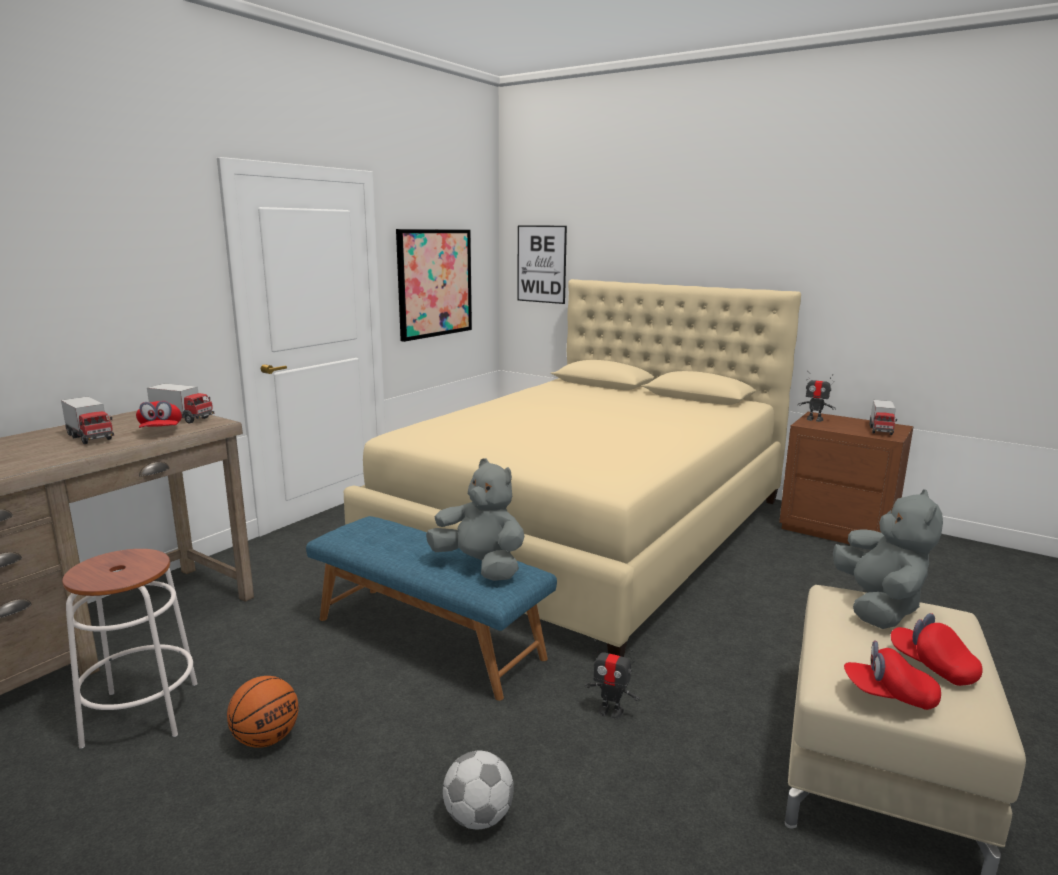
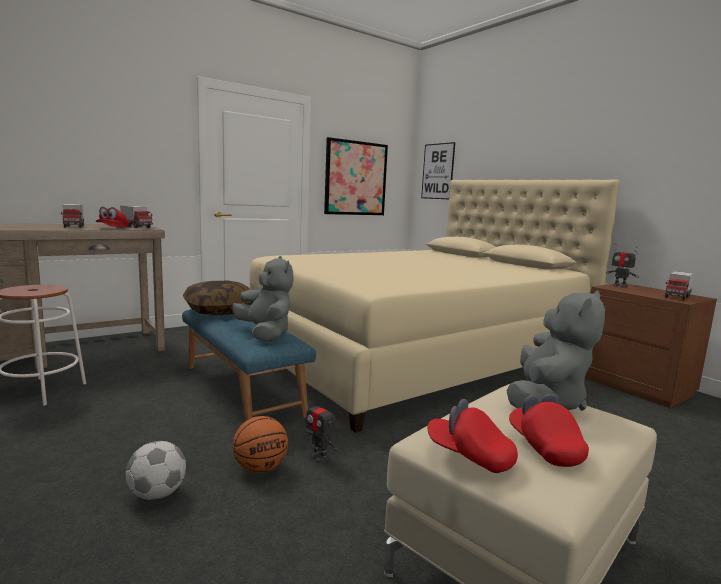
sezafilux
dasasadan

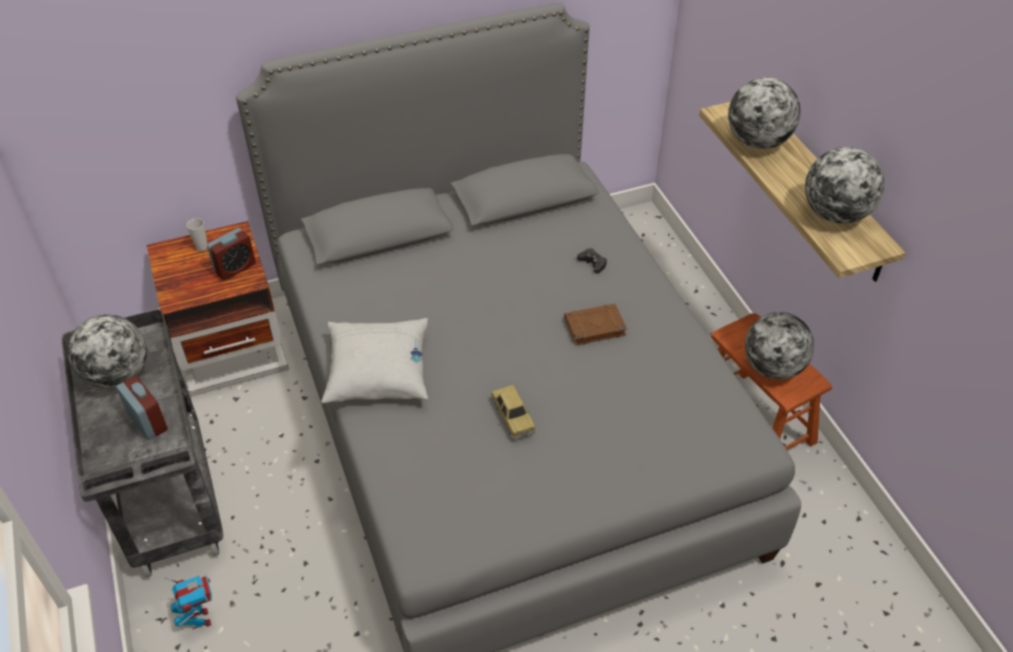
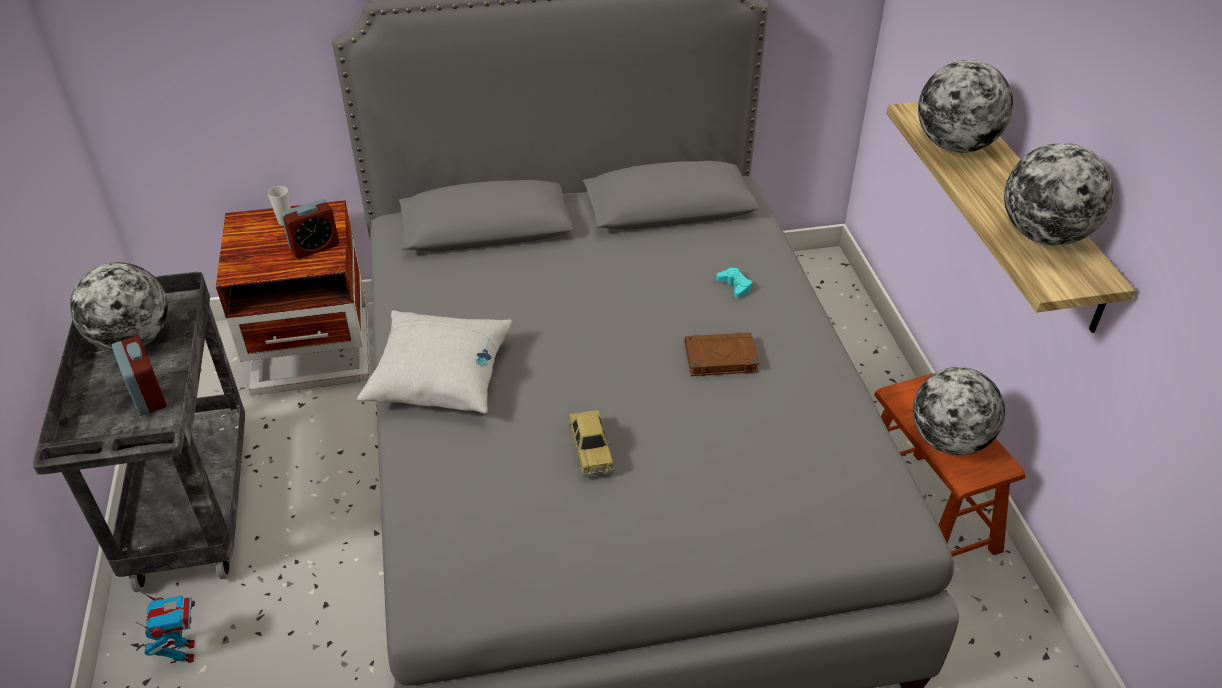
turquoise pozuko

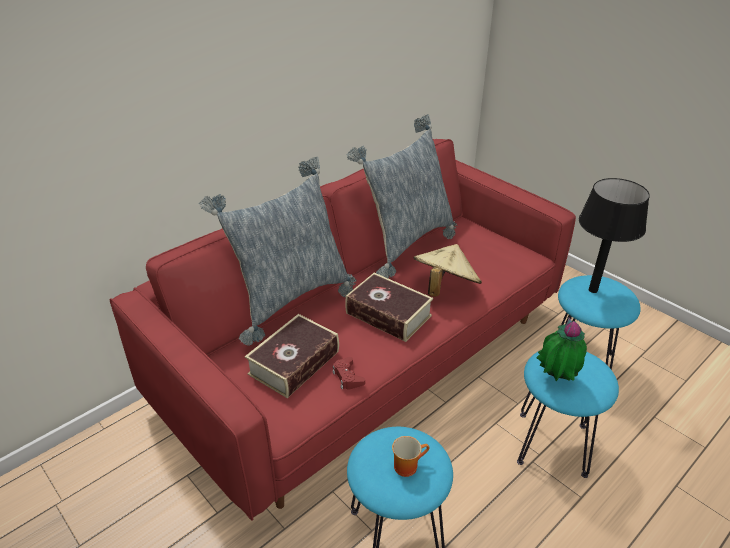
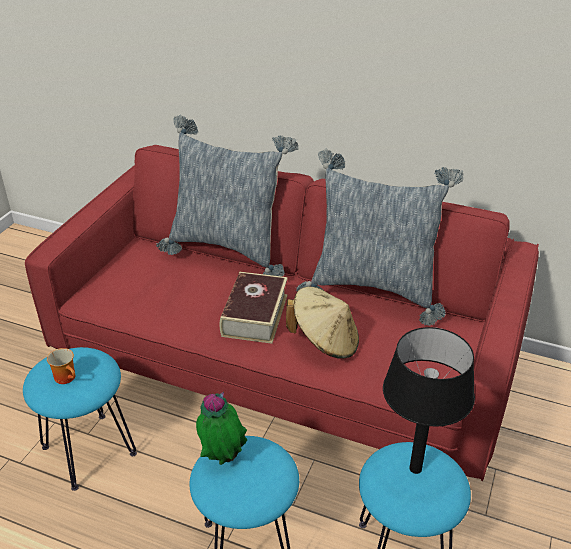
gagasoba (1st from left in the first image)
red pozuko

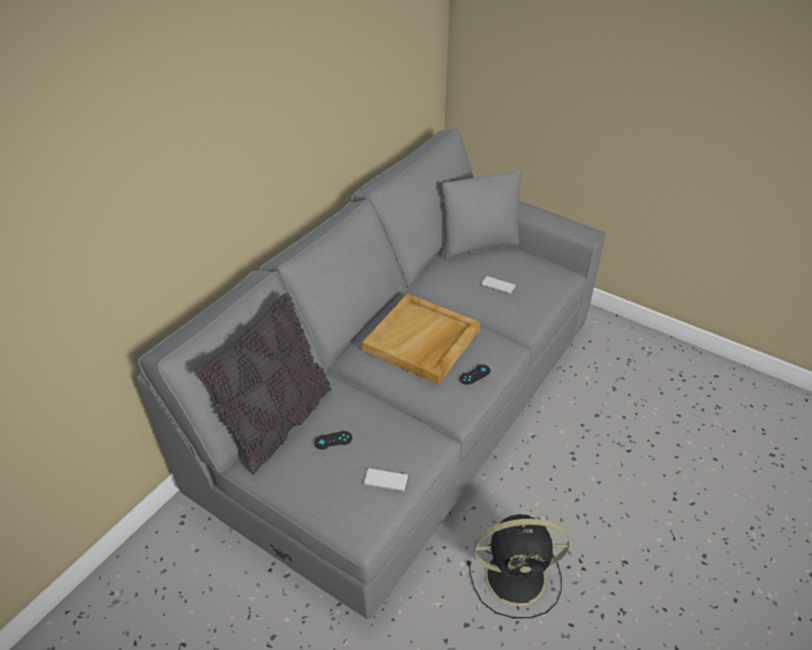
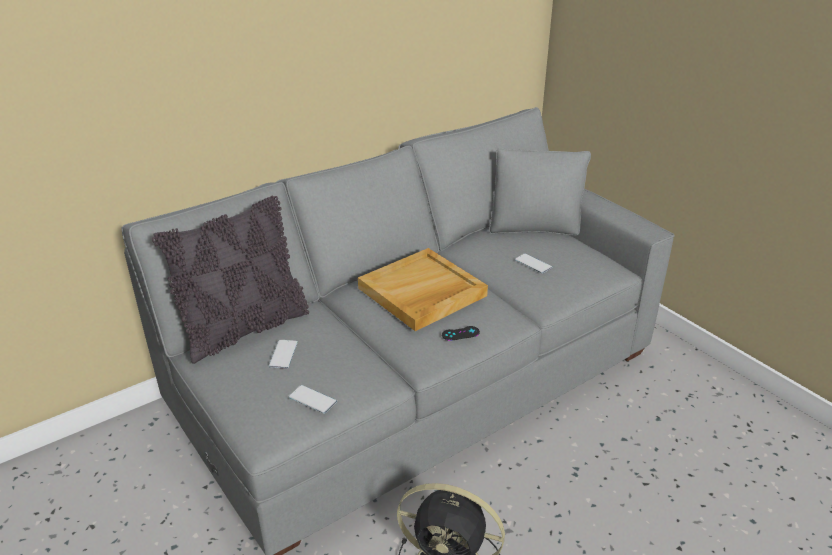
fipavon (1st from left)

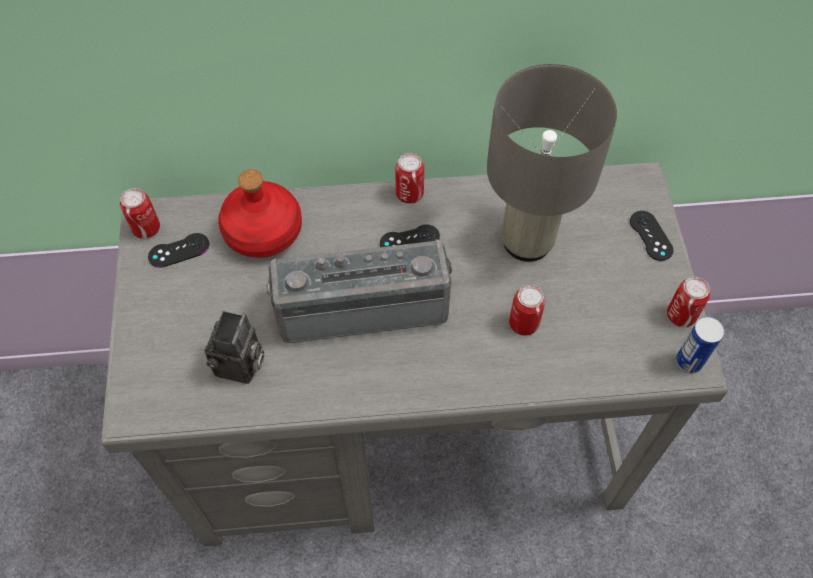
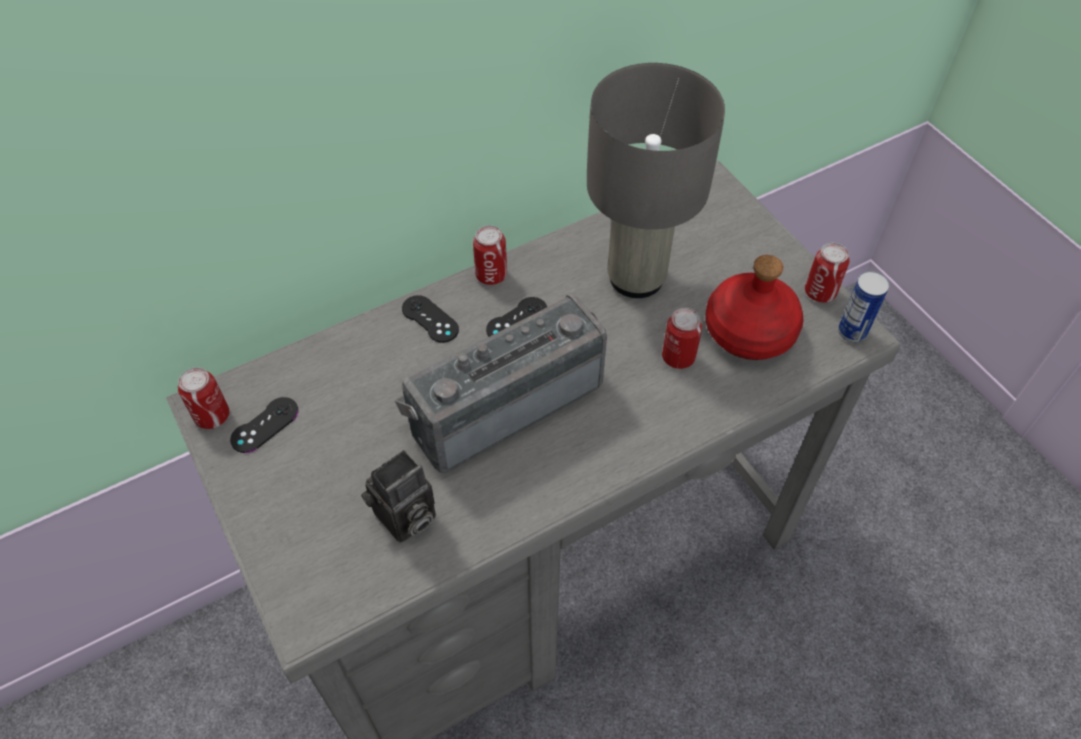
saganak
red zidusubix
black pozuko (2nd from left)

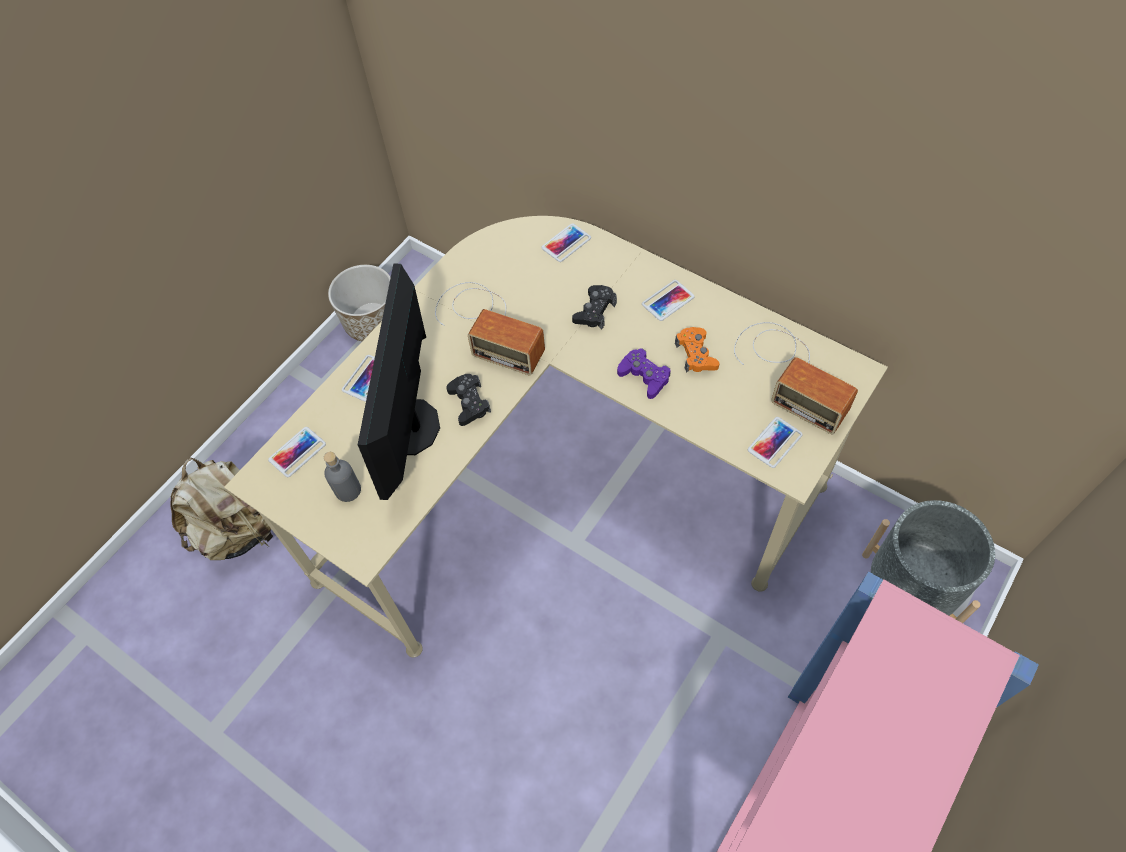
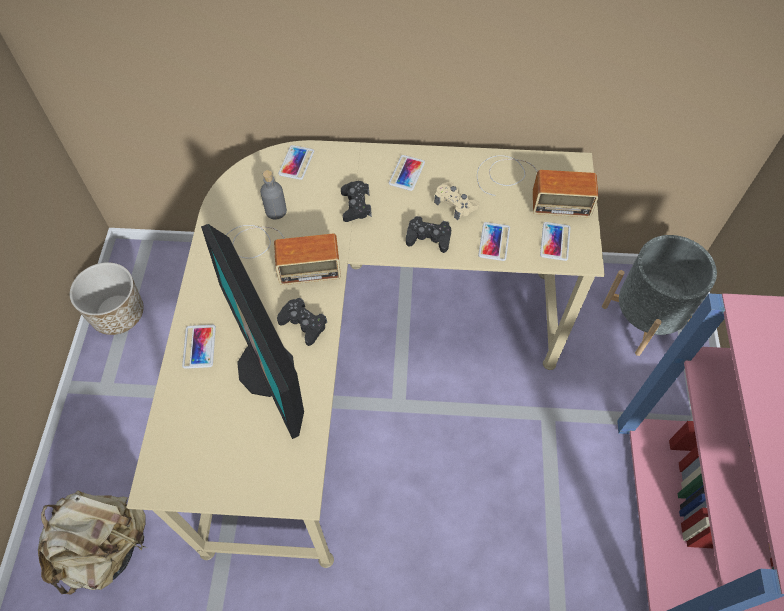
fipavon (4th from left)
grey zidusubix
black pozuko (3rd from left)
beige pozuko

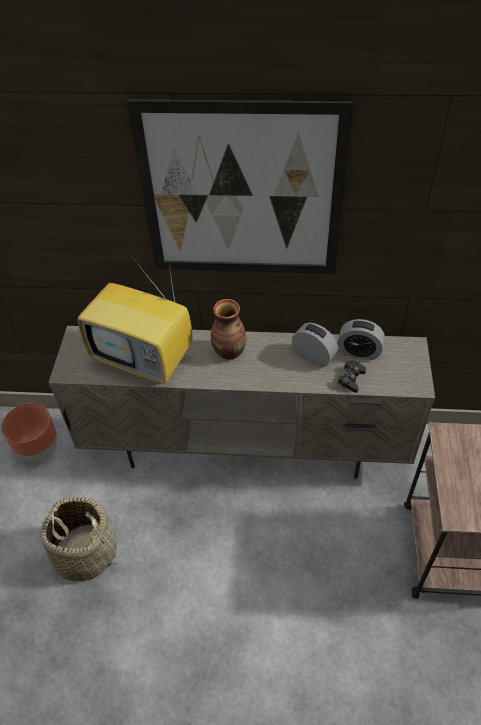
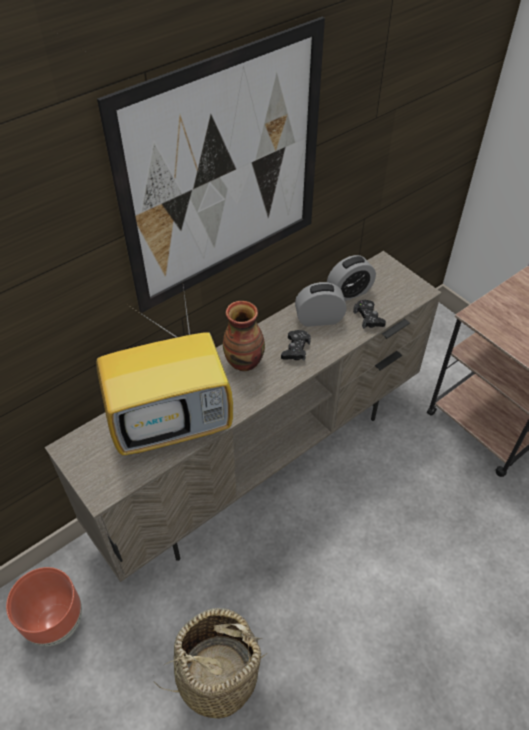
black pozuko (1st from left)

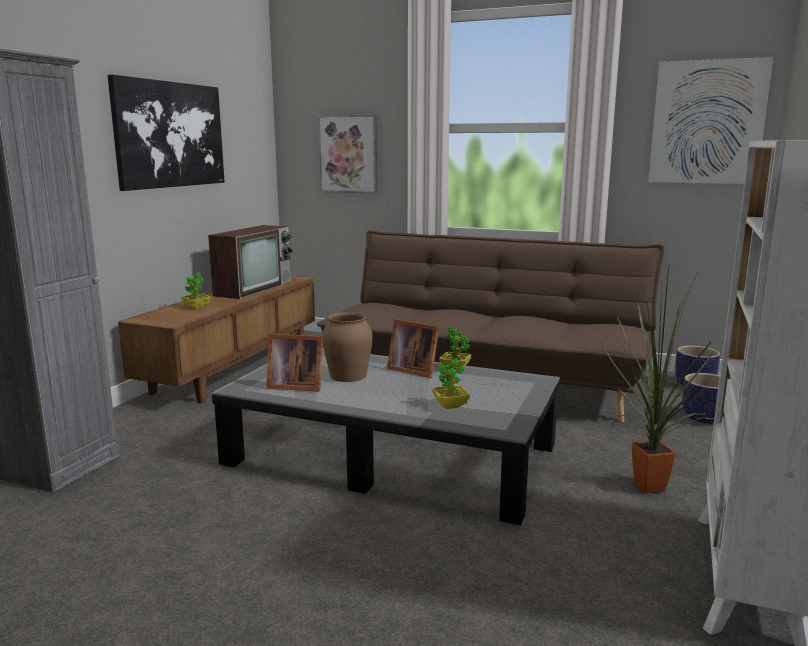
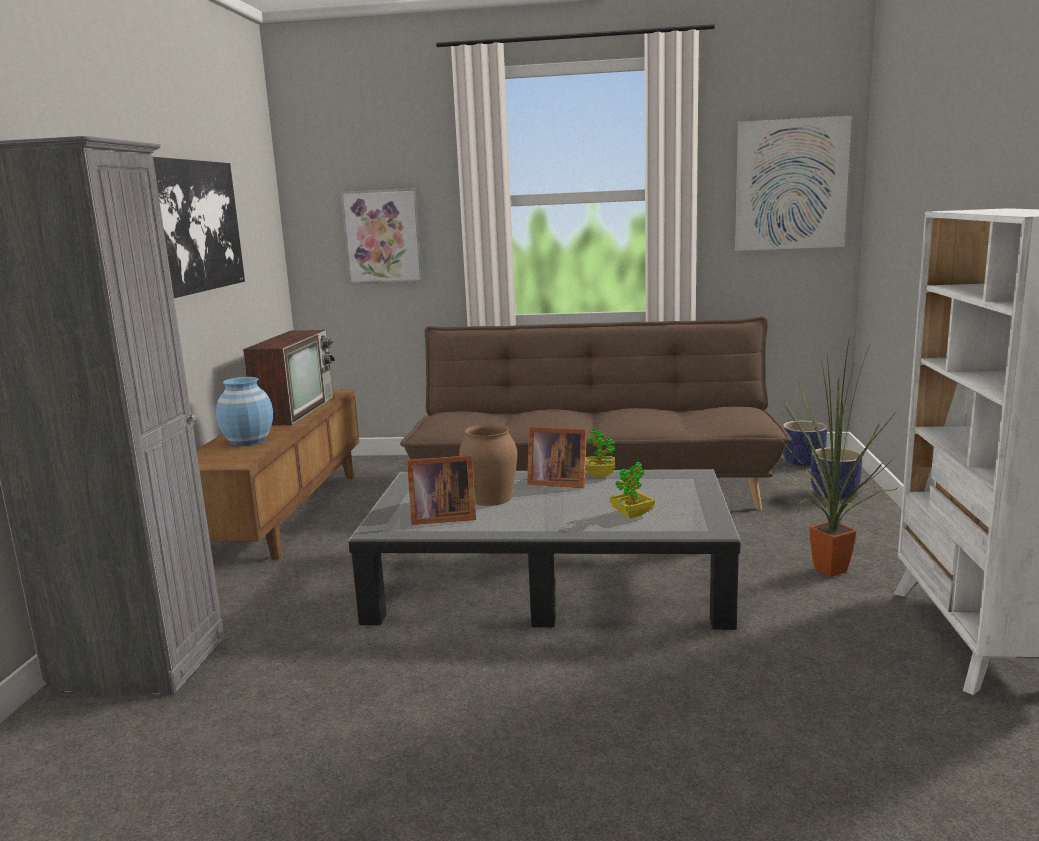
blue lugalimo

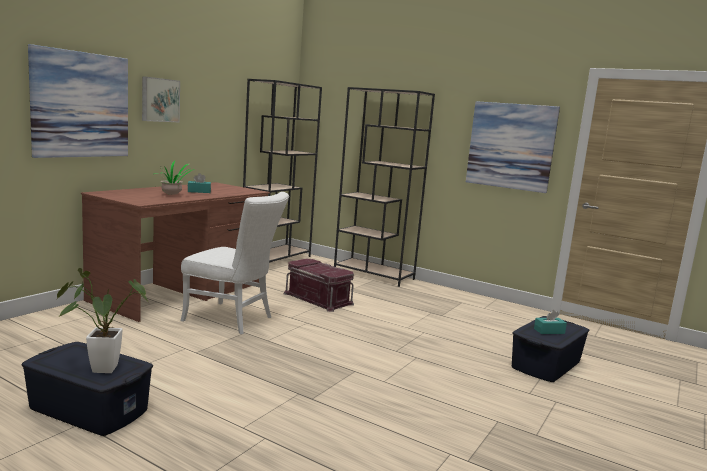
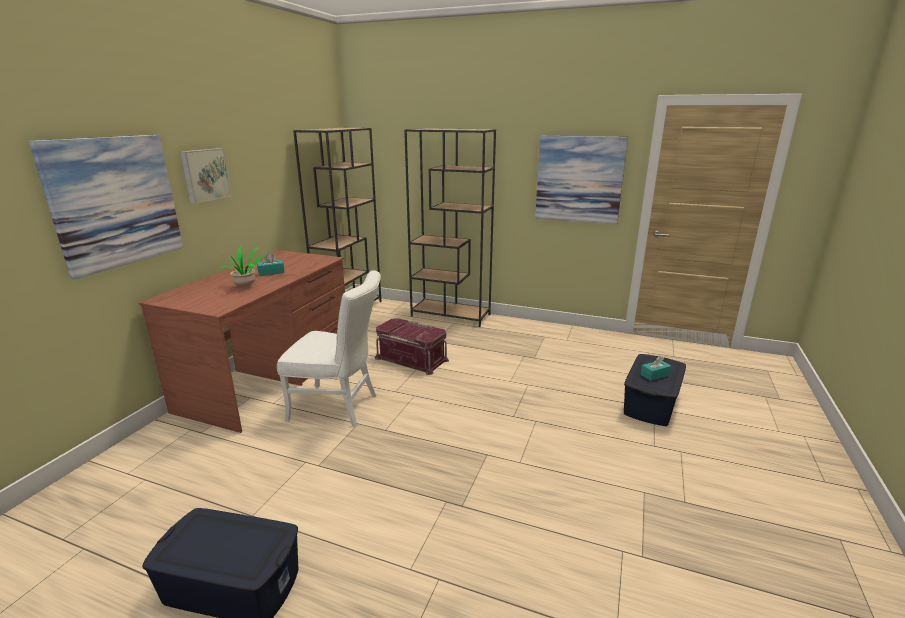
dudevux (1st from left in the first image)

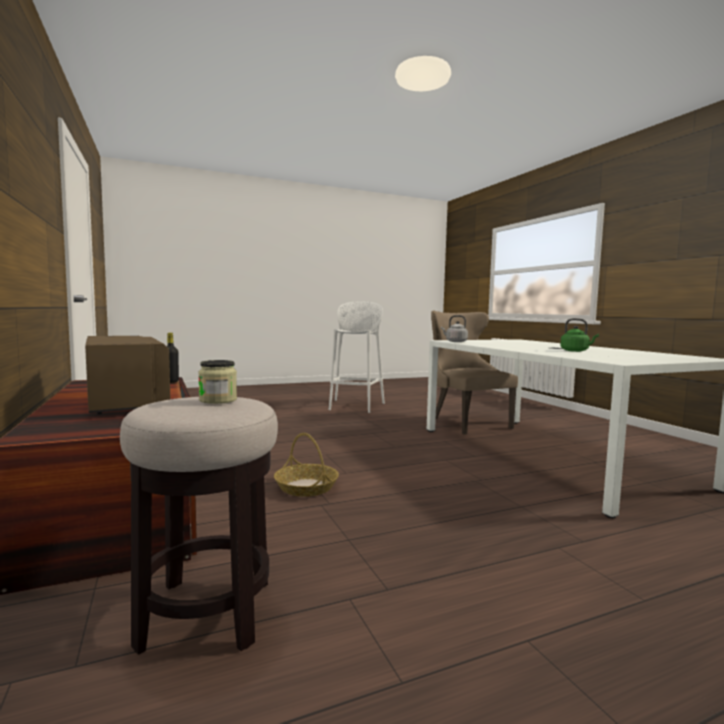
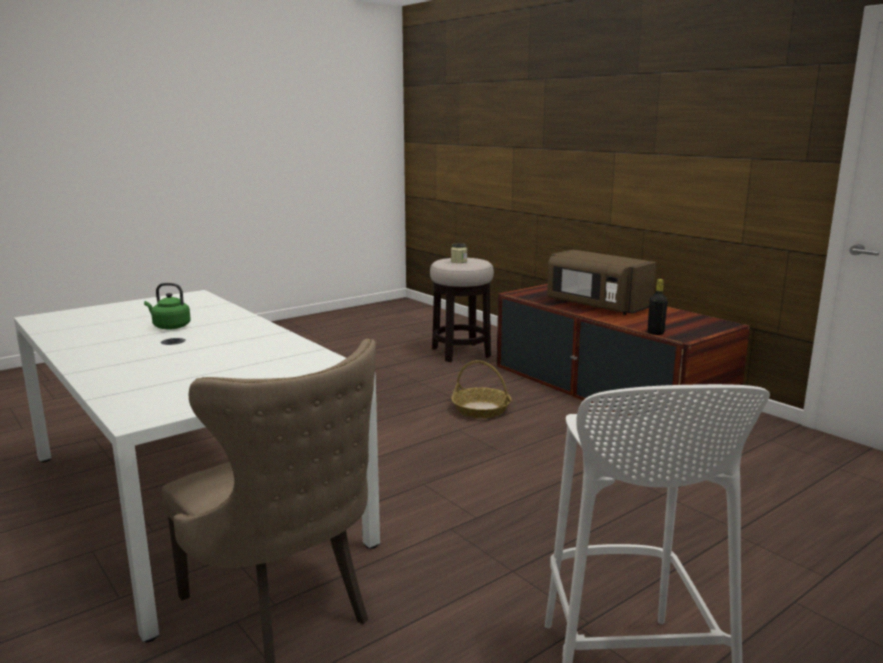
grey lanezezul

